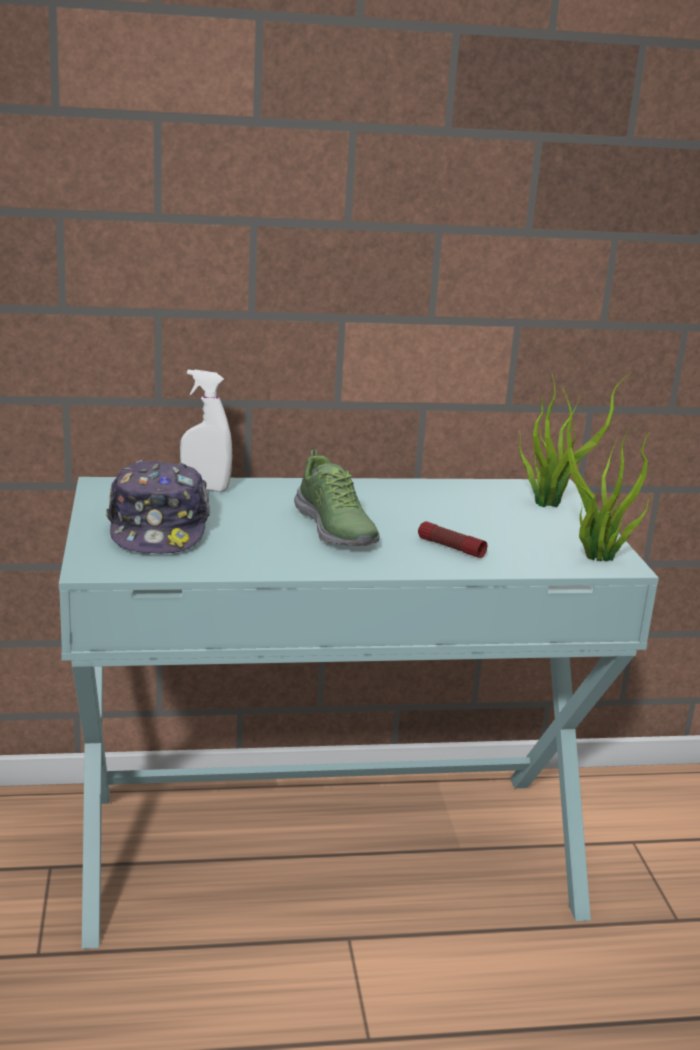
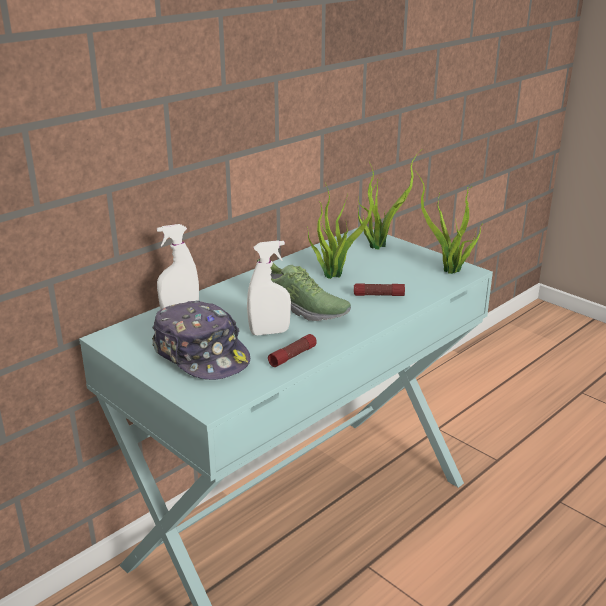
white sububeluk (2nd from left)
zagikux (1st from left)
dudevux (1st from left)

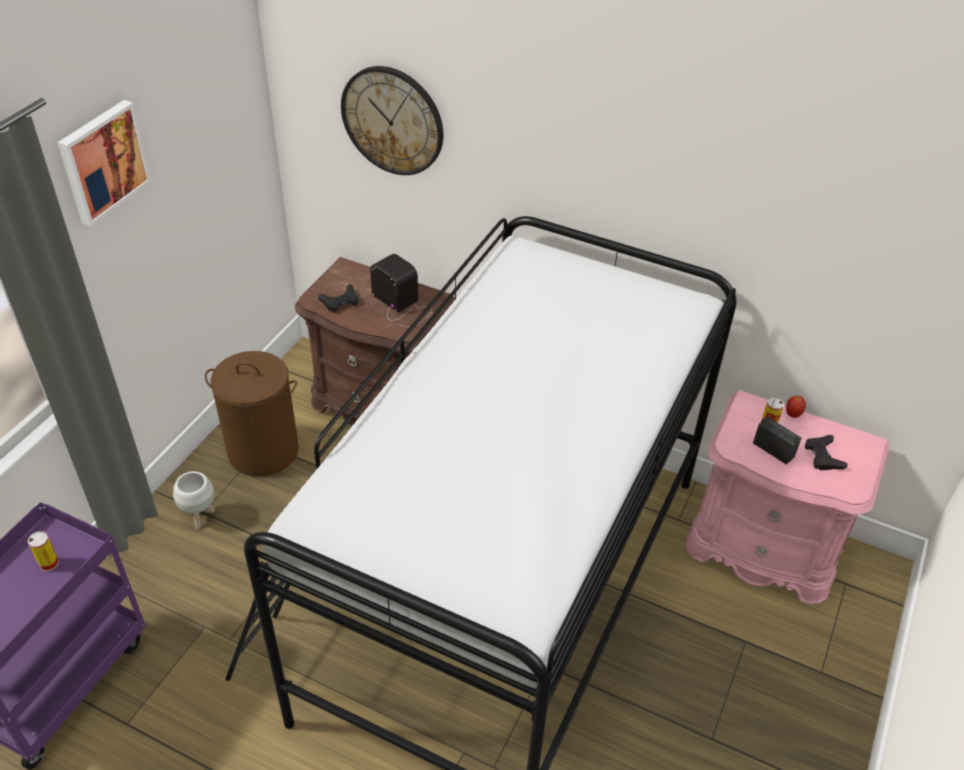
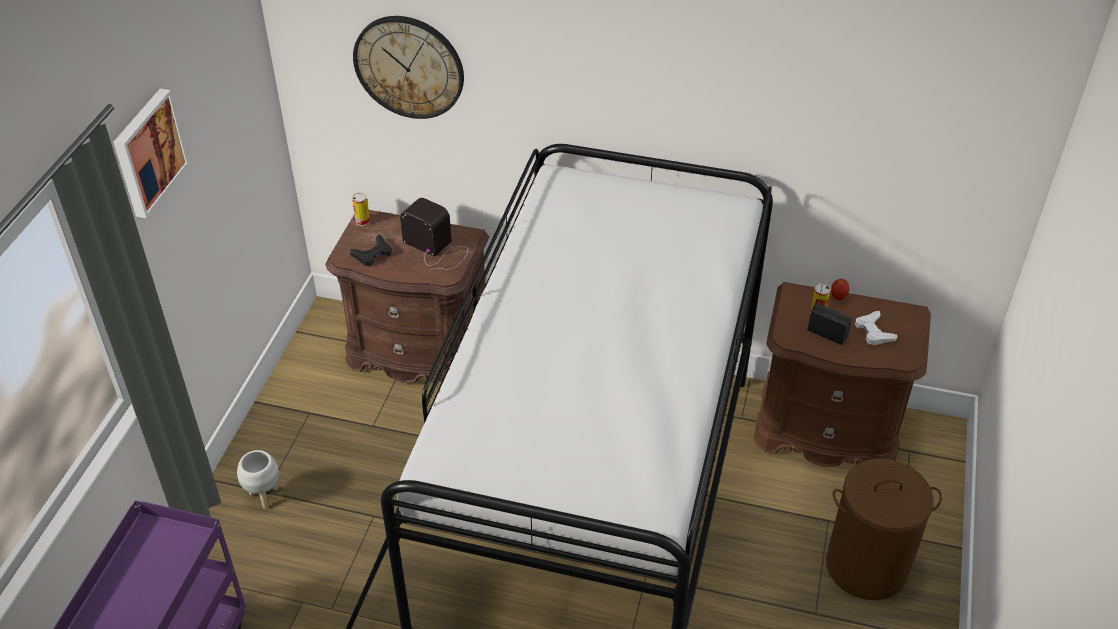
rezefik (1st from left)
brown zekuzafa
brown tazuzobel (2nd from left)
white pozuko

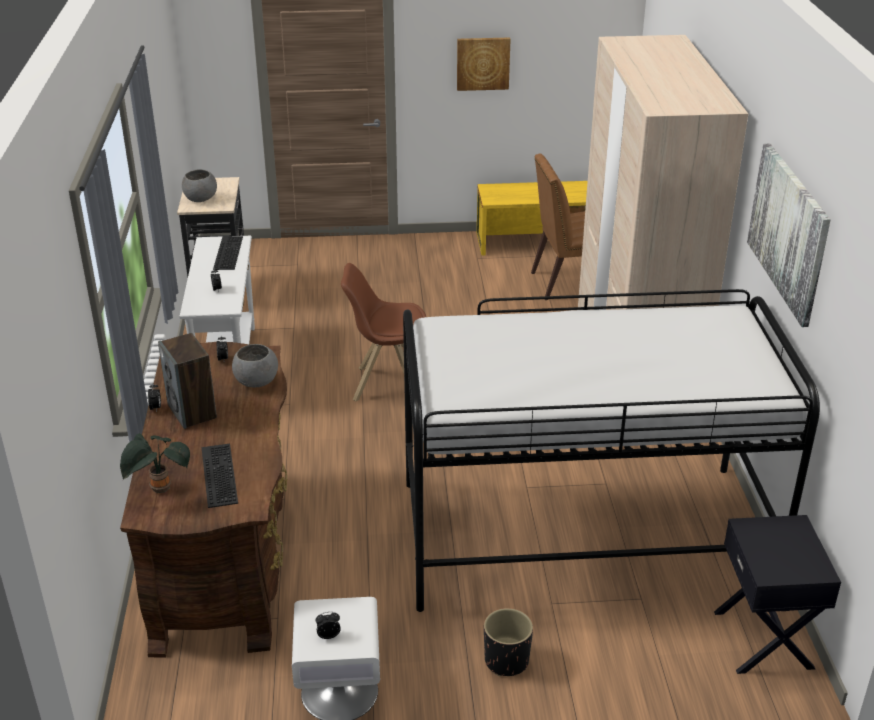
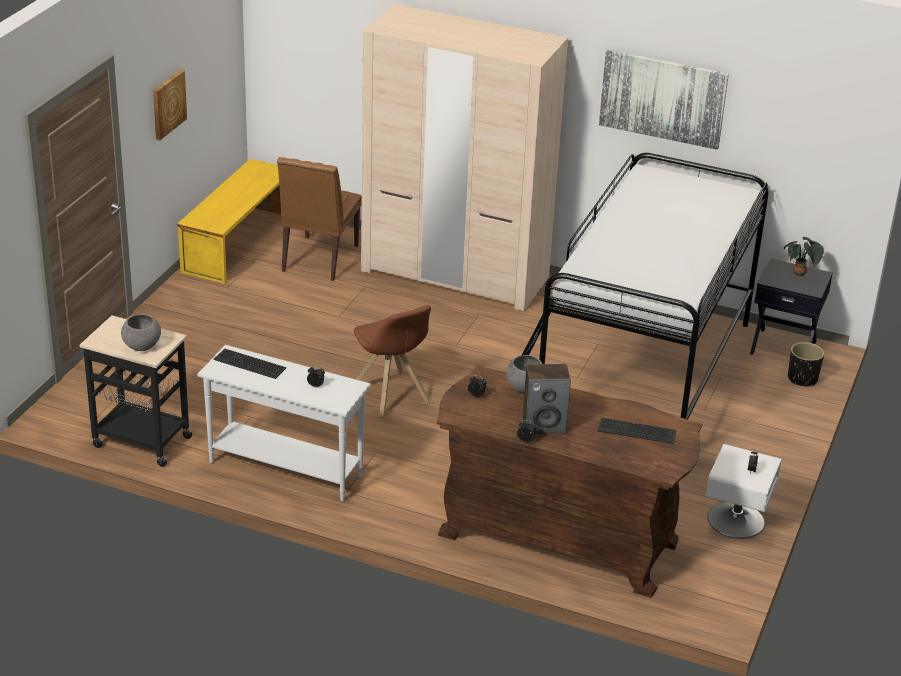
dudevux
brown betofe (2nd from left)
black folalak

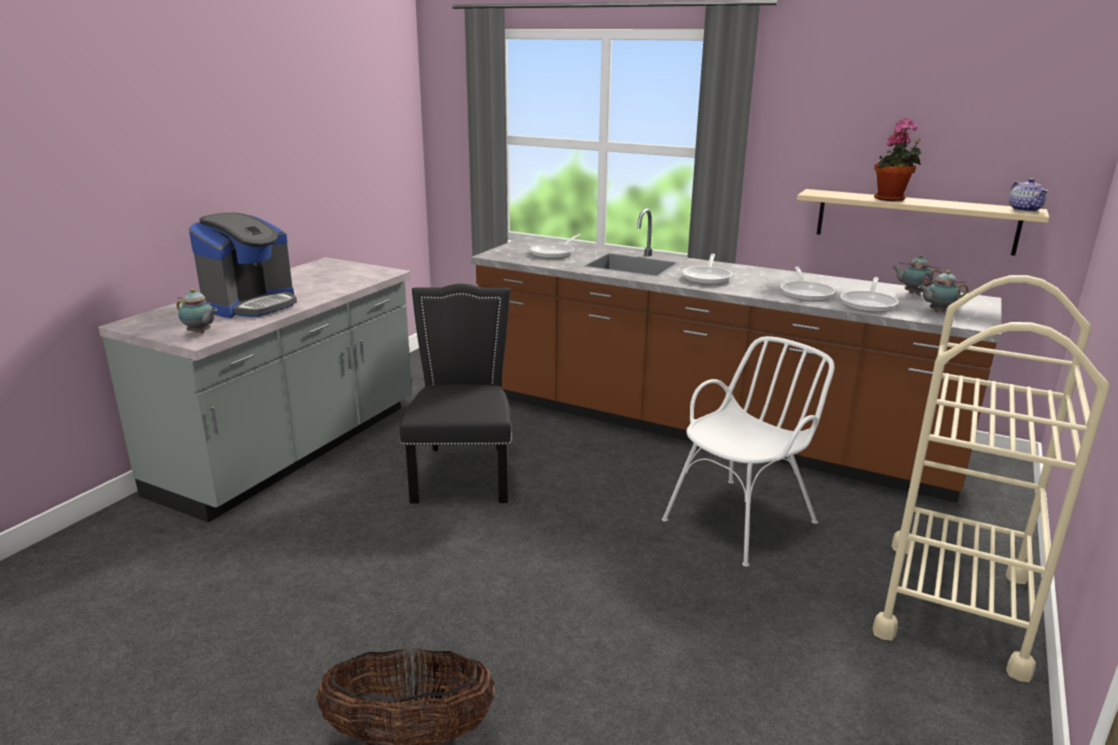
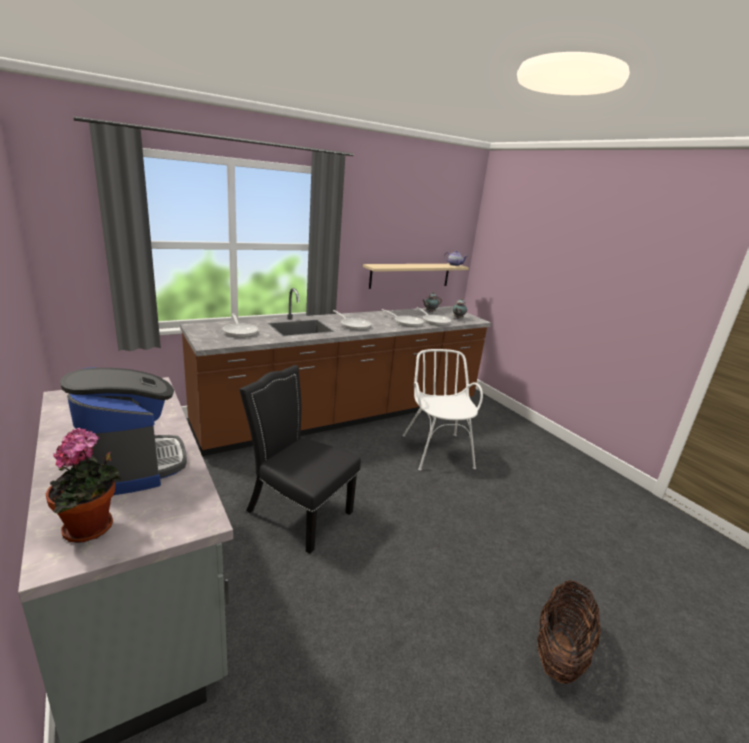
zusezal (1st from left in the first image)
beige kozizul
dudevux

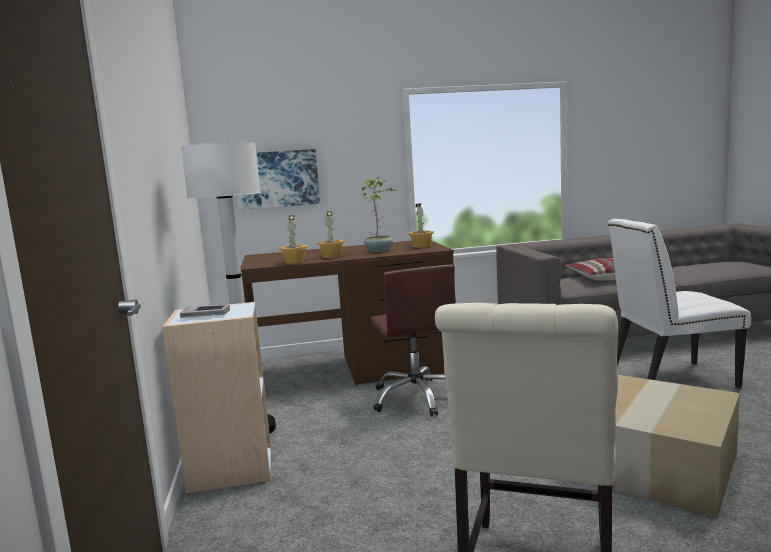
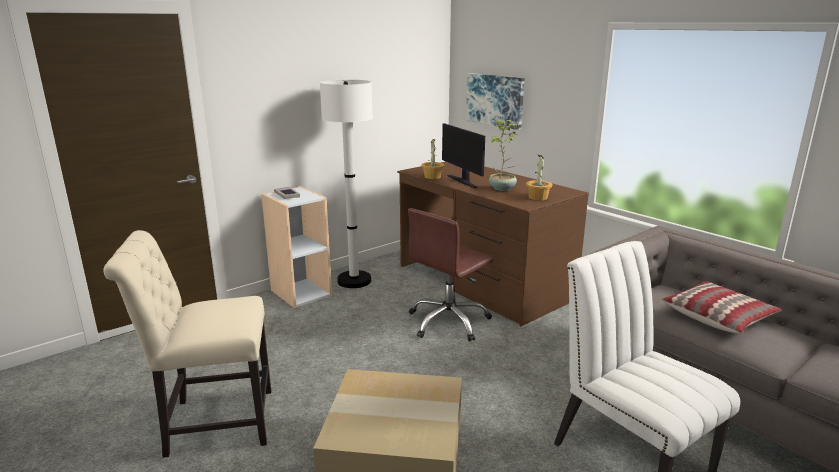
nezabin

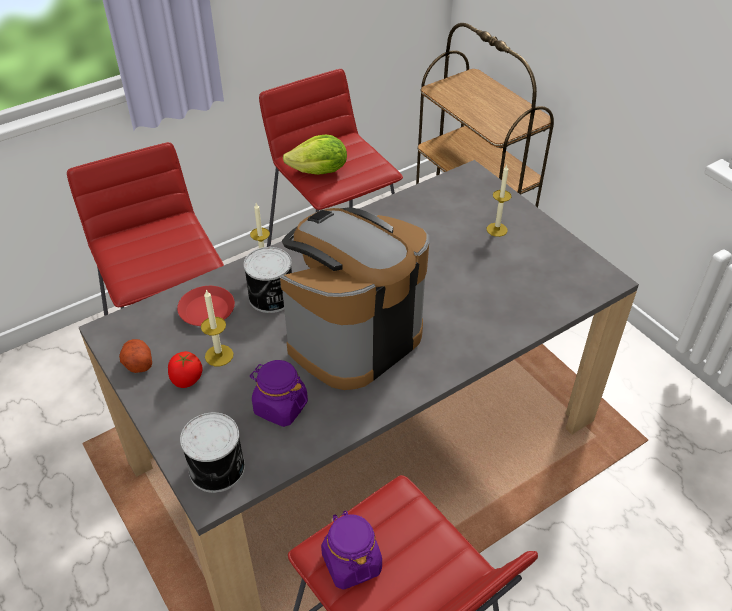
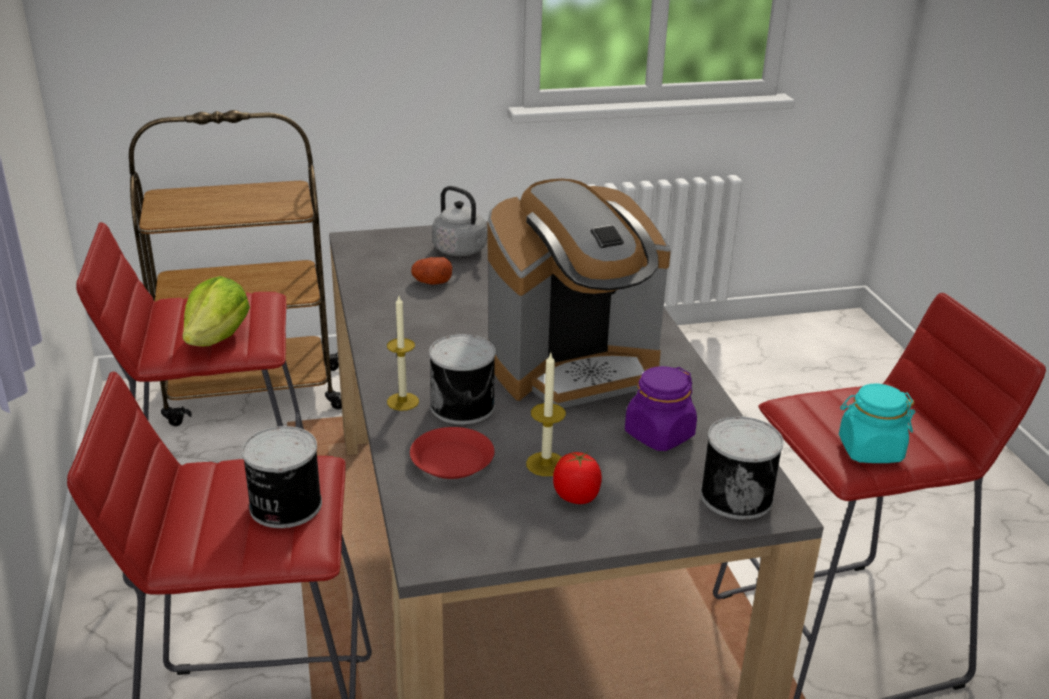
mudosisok
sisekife
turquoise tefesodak
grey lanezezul
rezefik (1st from left)

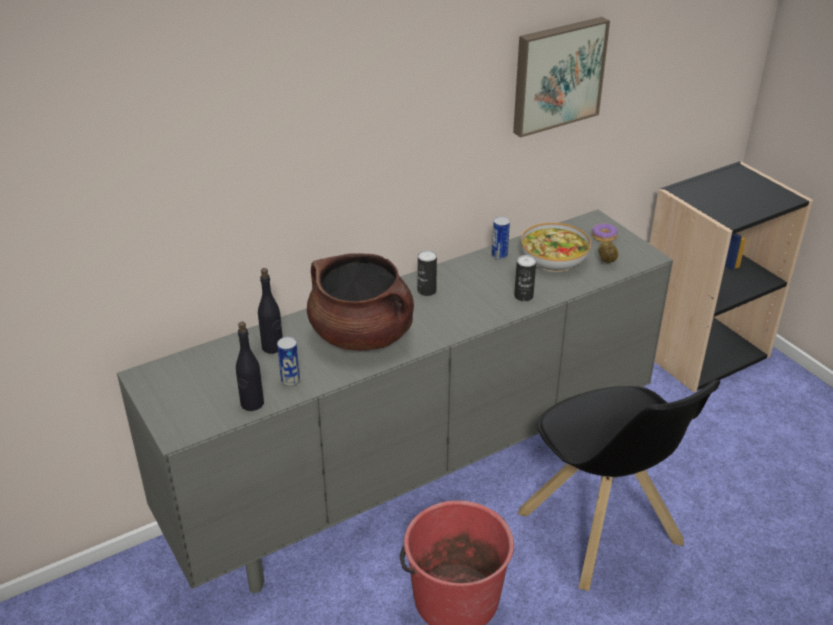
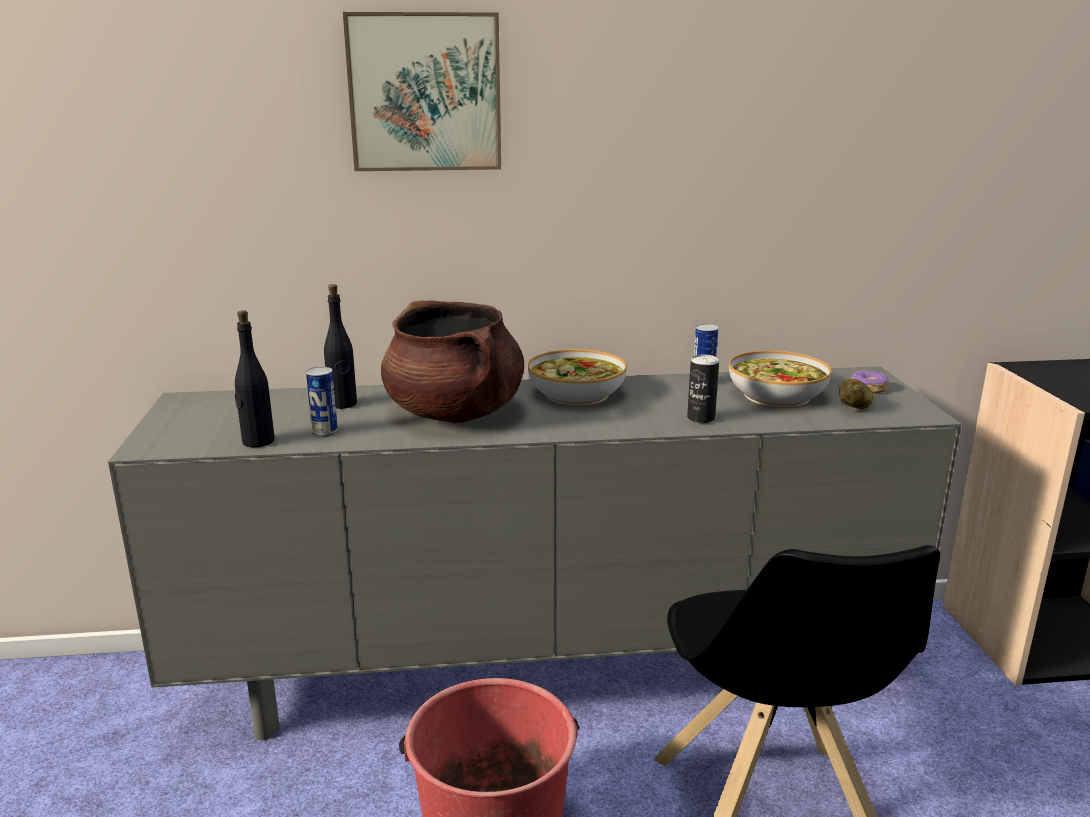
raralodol (1st from left)
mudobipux

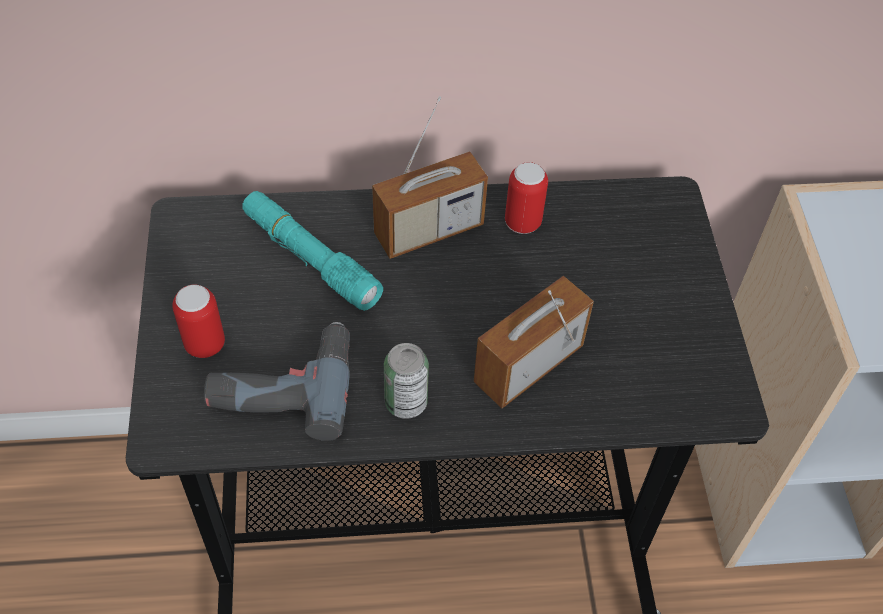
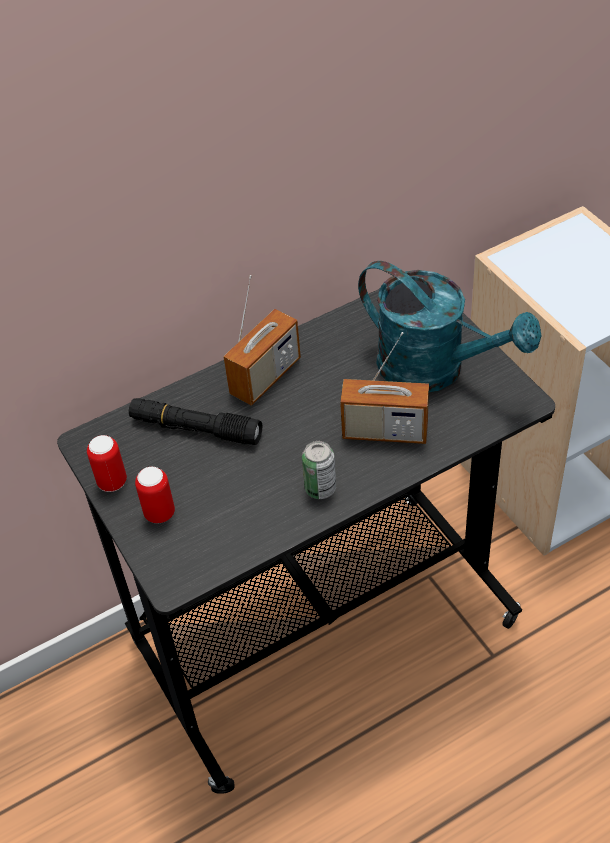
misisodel
black zagikux
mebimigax (2nd from left)
rezefik (1st from left)
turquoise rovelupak

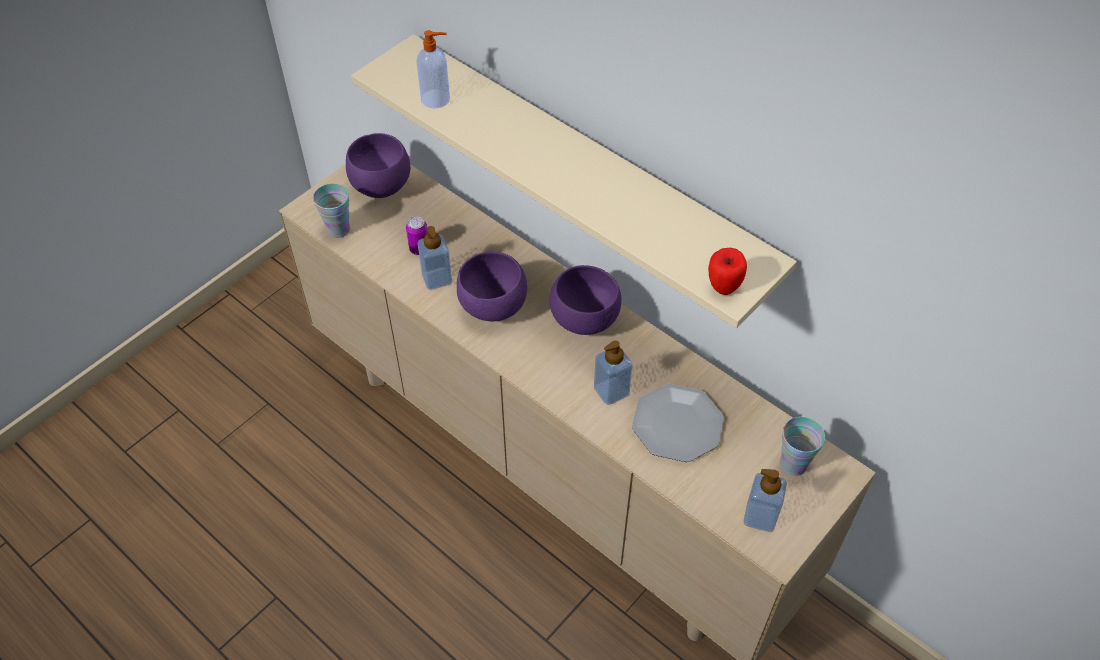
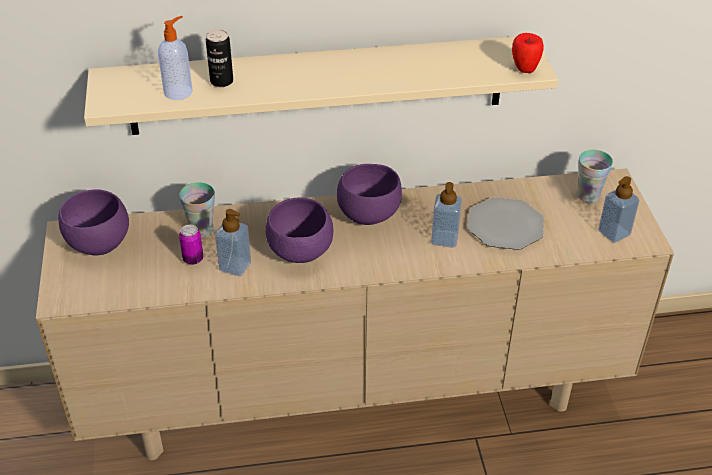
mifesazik (1st from left)
rezefik (2nd from left)

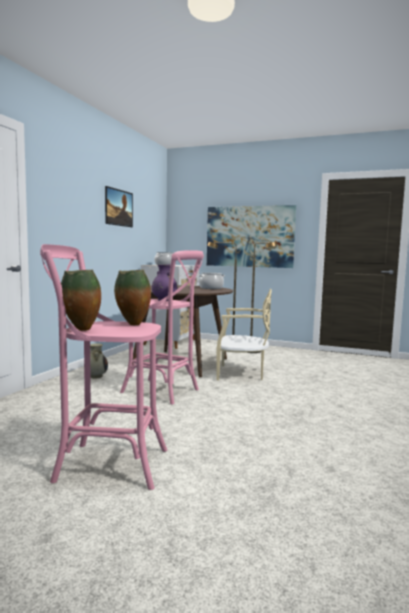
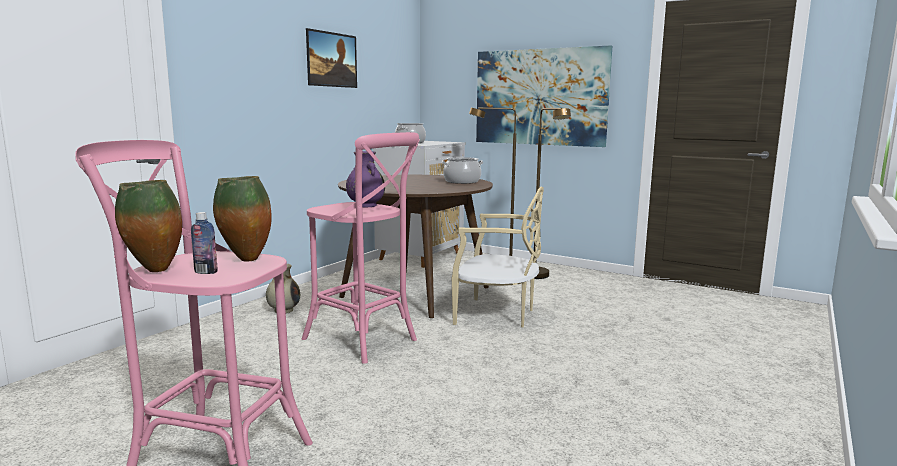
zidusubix

